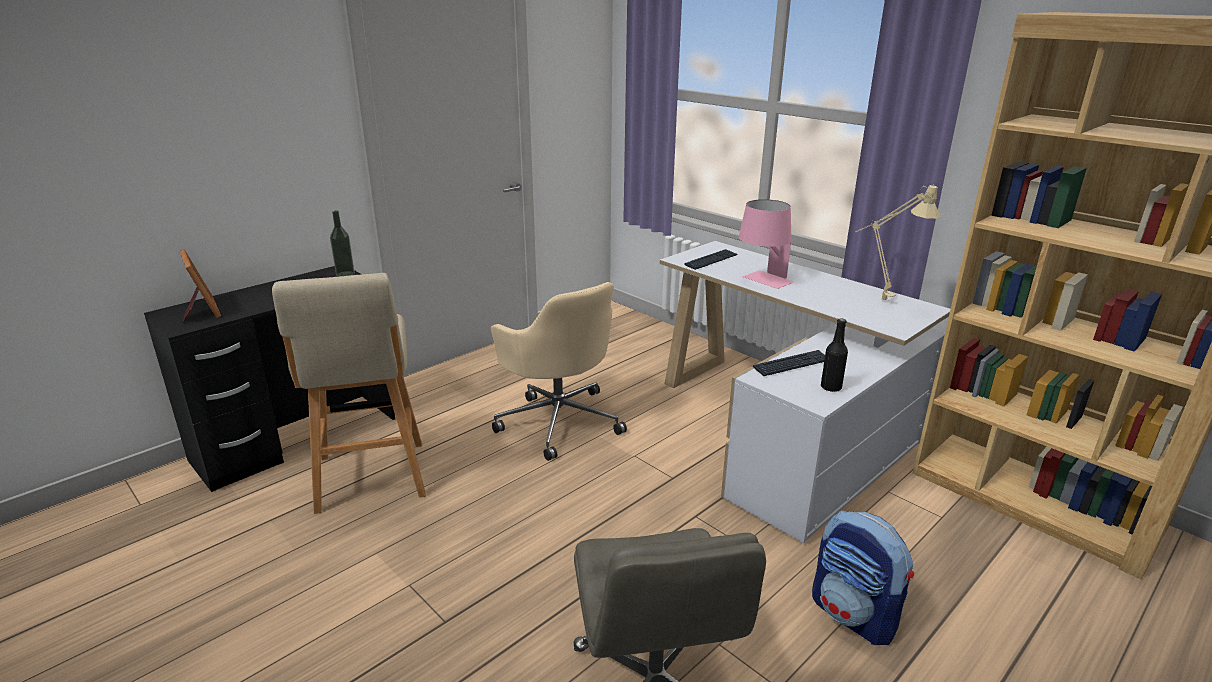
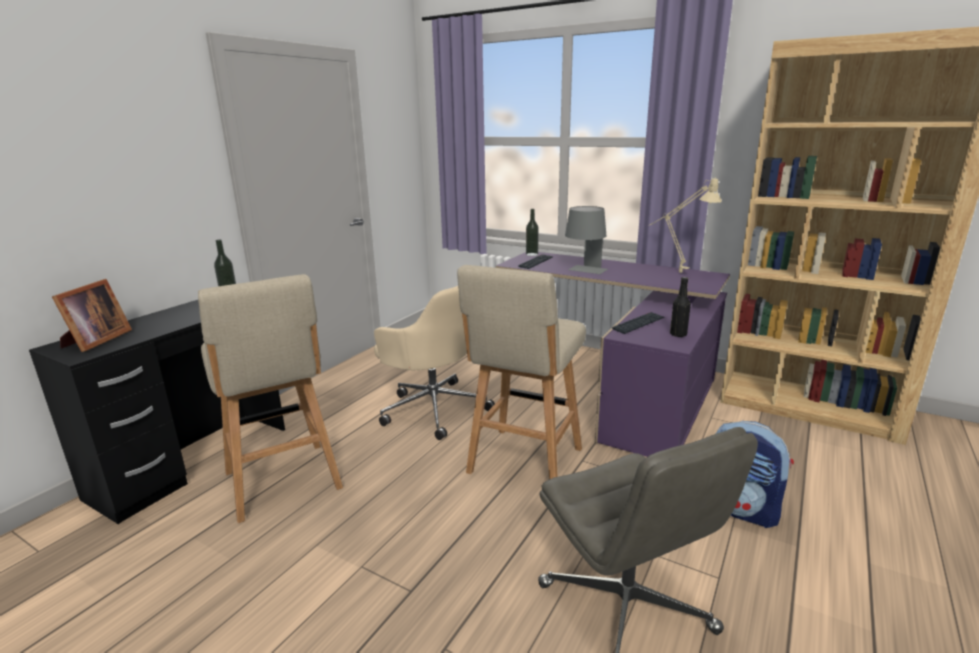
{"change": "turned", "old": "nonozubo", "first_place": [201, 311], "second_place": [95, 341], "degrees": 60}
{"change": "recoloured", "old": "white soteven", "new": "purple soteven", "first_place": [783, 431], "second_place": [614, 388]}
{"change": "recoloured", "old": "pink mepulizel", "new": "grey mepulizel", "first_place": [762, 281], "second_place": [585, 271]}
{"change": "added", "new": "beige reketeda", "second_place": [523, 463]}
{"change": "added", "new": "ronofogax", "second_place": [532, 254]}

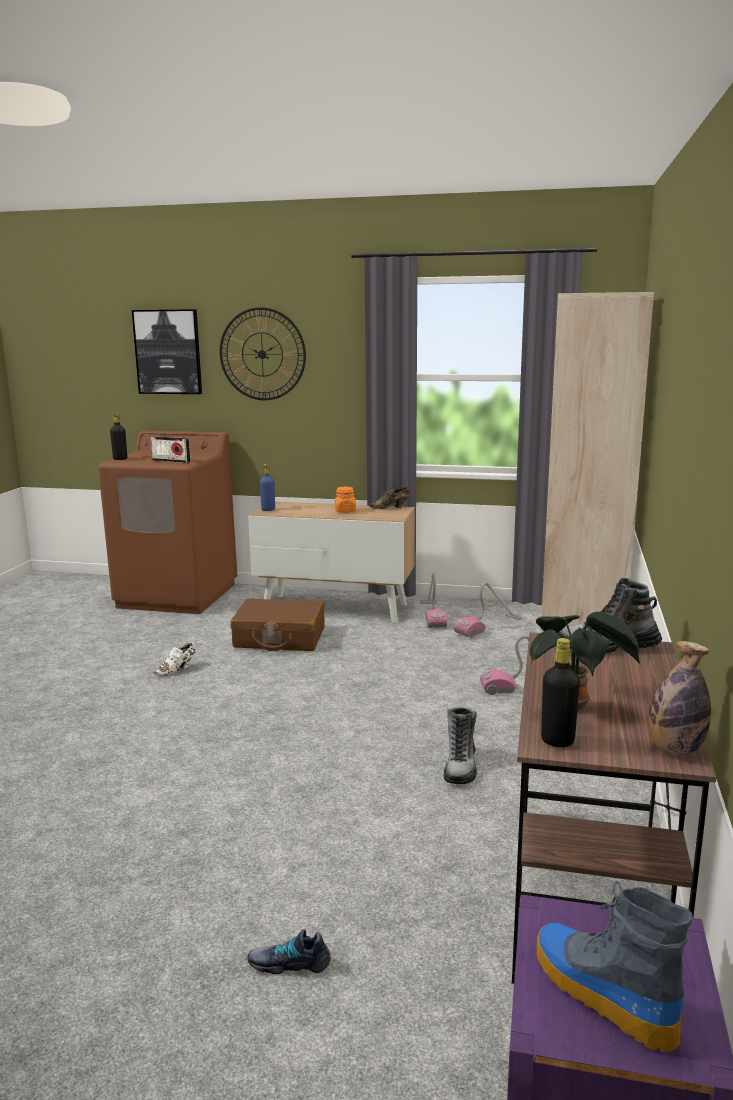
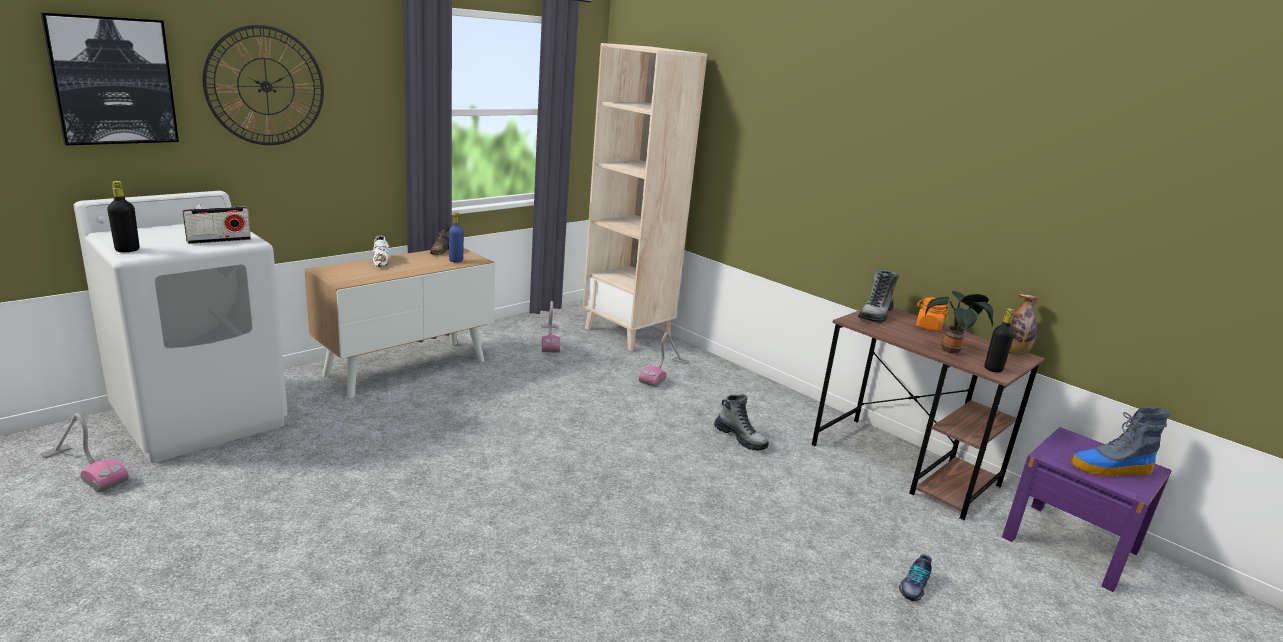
{"change": "recoloured", "old": "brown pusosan", "new": "white pusosan", "first_place": [178, 595], "second_place": [201, 417]}
{"change": "moved", "old": "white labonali", "first_place": [177, 670], "second_place": [381, 262]}
{"change": "removed", "old": "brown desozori", "first_place": [279, 638]}
{"change": "moved", "old": "blue ronofogax", "first_place": [268, 509], "second_place": [456, 260]}
{"change": "moved", "old": "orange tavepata", "first_place": [345, 511], "second_place": [928, 327]}
{"change": "moved", "old": "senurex", "first_place": [432, 614], "second_place": [84, 469]}

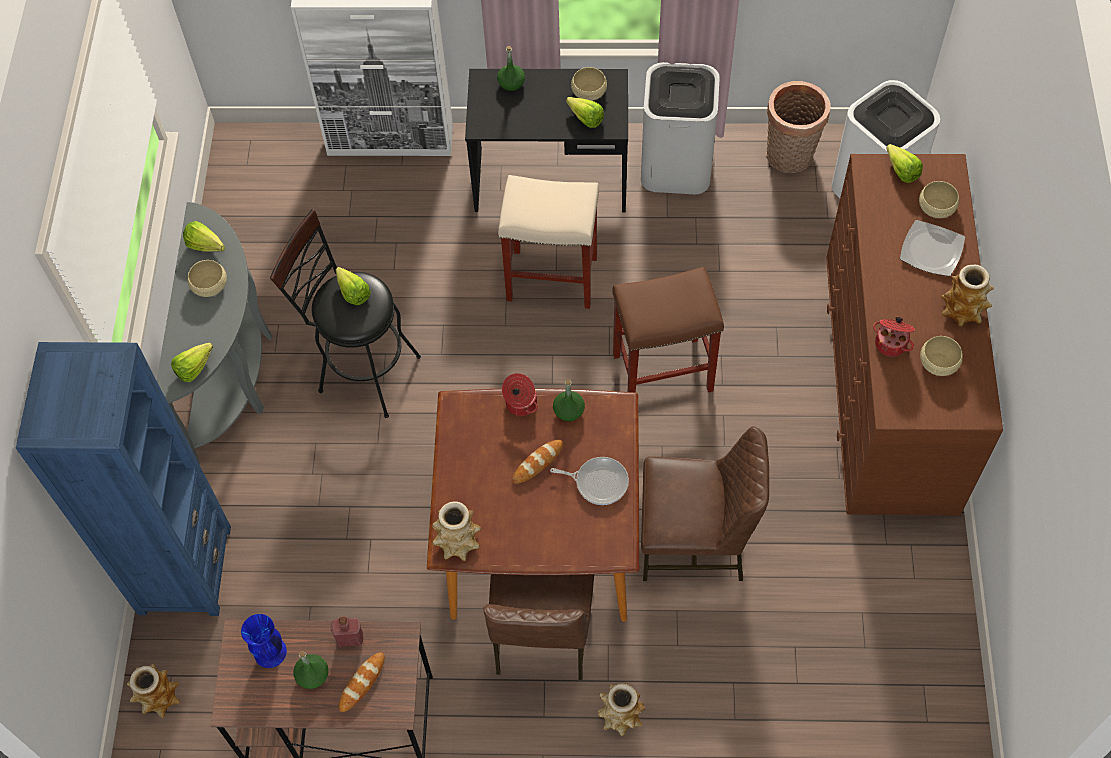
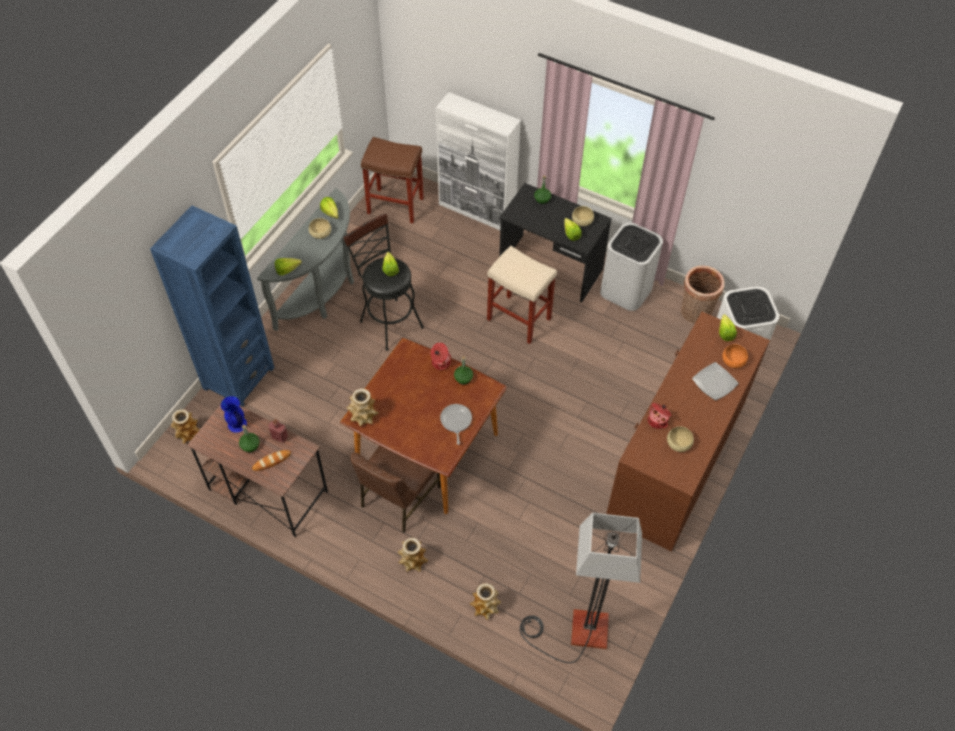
{"change": "removed", "old": "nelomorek", "first_place": [537, 463]}
{"change": "turned", "old": "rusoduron", "first_place": [598, 482], "second_place": [456, 421], "degrees": -135}
{"change": "moved", "old": "brown reketeda", "first_place": [663, 371], "second_place": [396, 205]}
{"change": "removed", "old": "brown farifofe", "first_place": [695, 541]}
{"change": "recoloured", "old": "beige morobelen", "new": "orange morobelen", "first_place": [936, 206], "second_place": [733, 360]}
{"change": "moved", "old": "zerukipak", "first_place": [962, 310], "second_place": [485, 607]}
{"change": "added", "new": "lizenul", "second_place": [576, 632]}

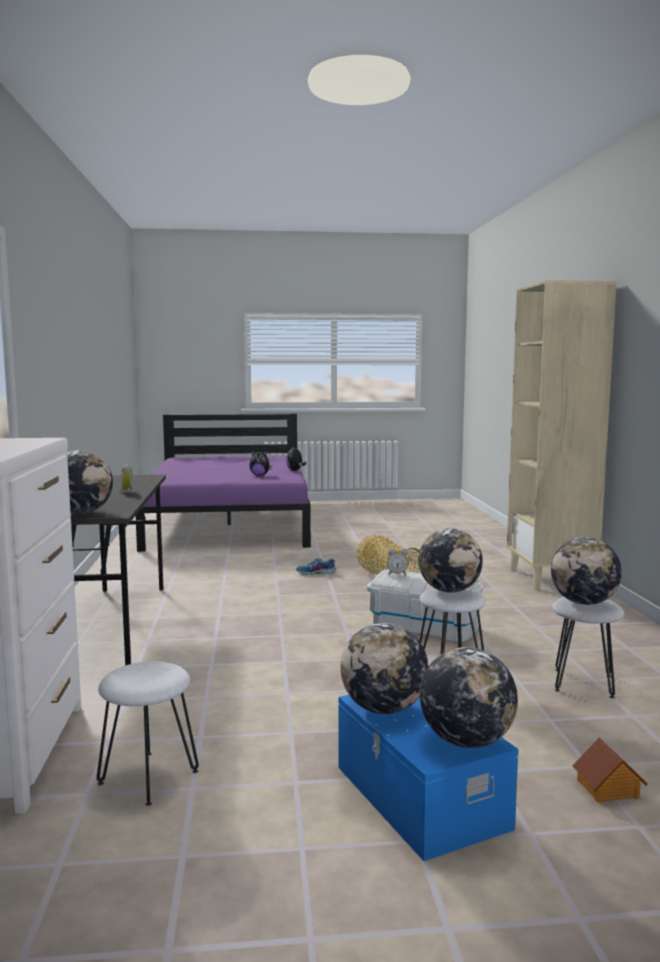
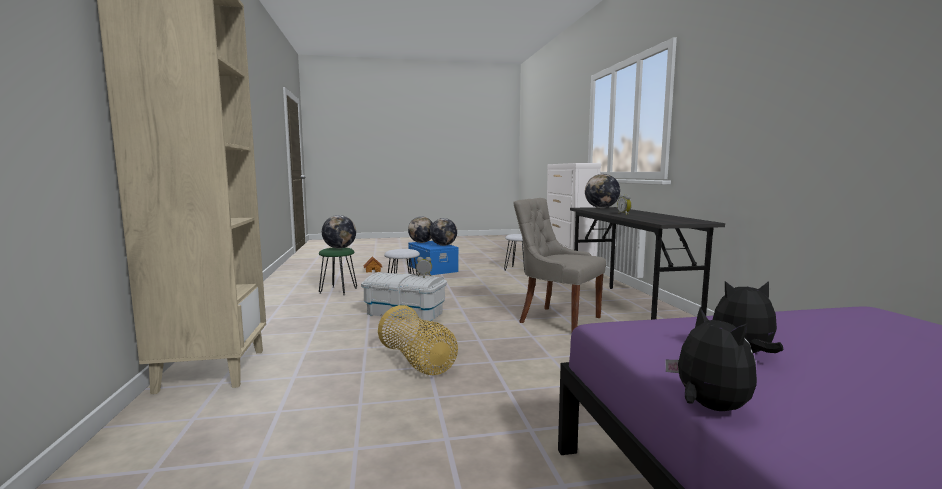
{"change": "removed", "old": "labonali", "first_place": [316, 573]}
{"change": "removed", "old": "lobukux", "first_place": [449, 591]}
{"change": "recoloured", "old": "white reketeda", "new": "green reketeda", "first_place": [583, 682], "second_place": [338, 291]}
{"change": "added", "new": "grey farifofe", "second_place": [557, 320]}

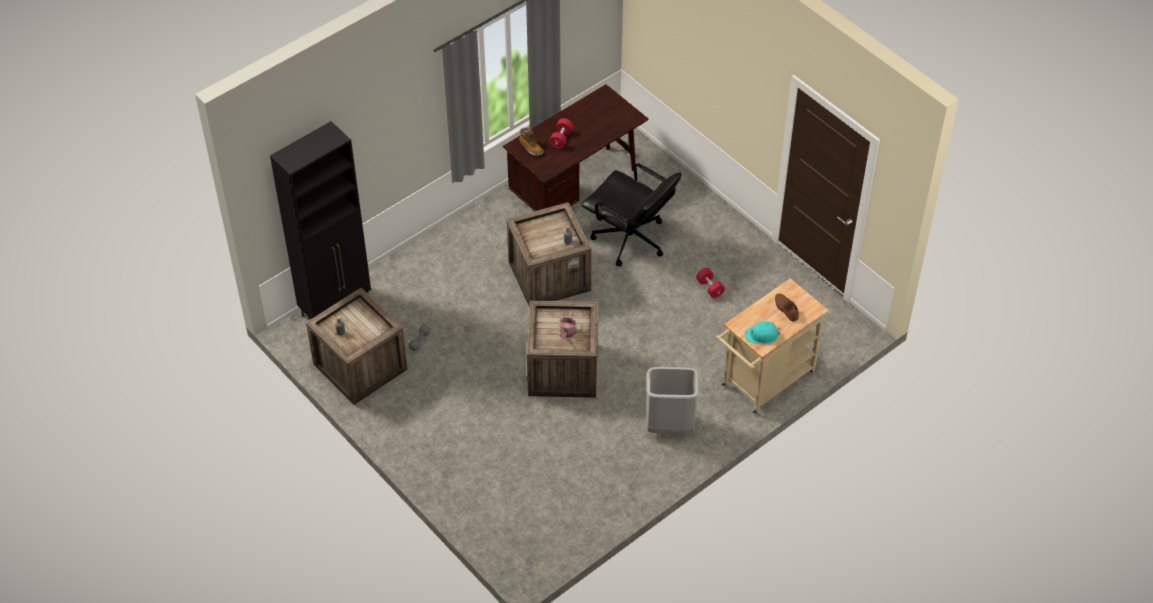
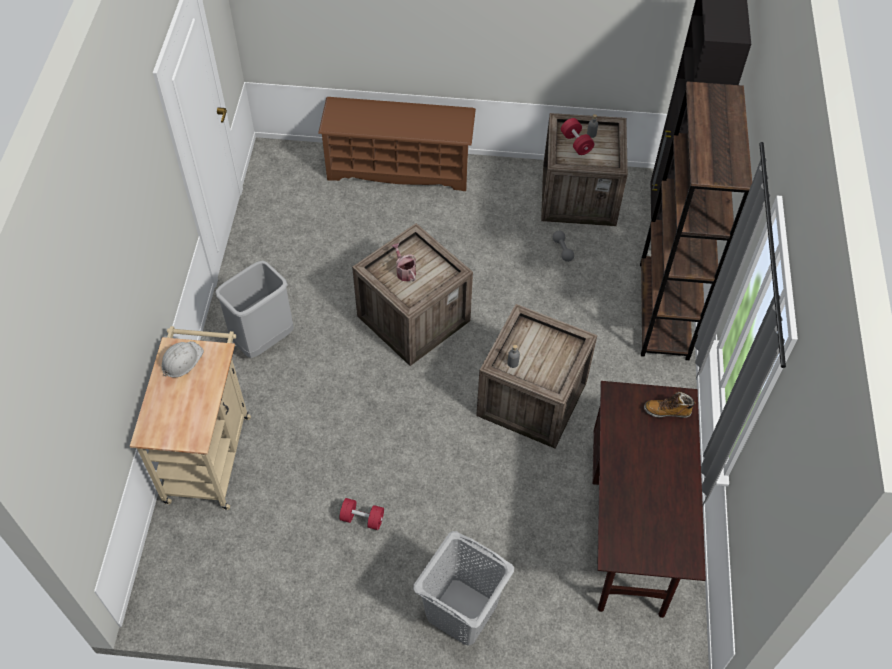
{"change": "moved", "old": "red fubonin", "first_place": [561, 139], "second_place": [576, 143]}
{"change": "removed", "old": "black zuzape", "first_place": [630, 240]}
{"change": "recoloured", "old": "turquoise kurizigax", "new": "white kurizigax", "first_place": [762, 335], "second_place": [181, 360]}
{"change": "removed", "old": "brown labonali", "first_place": [785, 308]}
{"change": "added", "new": "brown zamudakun", "second_place": [399, 168]}
{"change": "added", "new": "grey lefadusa", "second_place": [461, 611]}
{"change": "added", "new": "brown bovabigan", "second_place": [663, 311]}

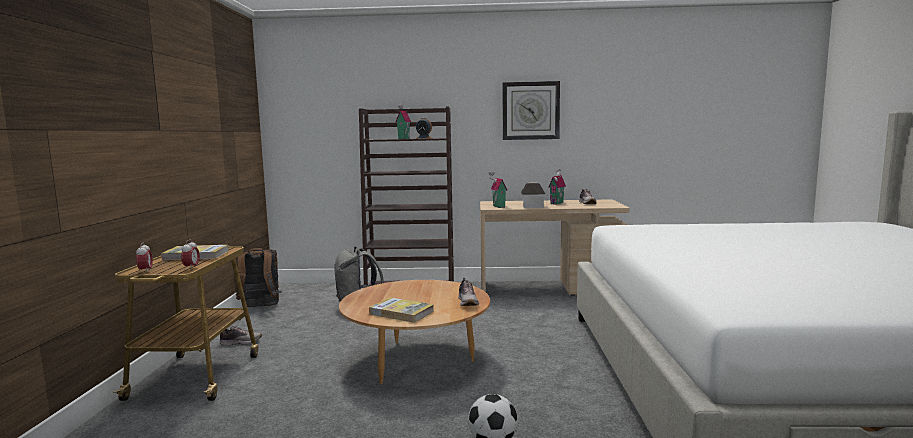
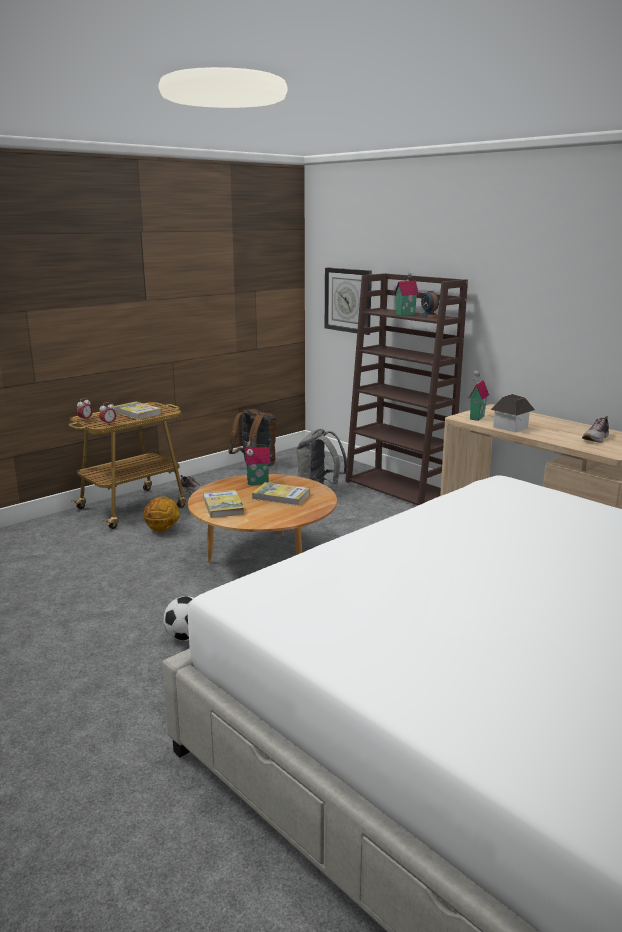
{"change": "removed", "old": "labonali", "first_place": [468, 302]}
{"change": "moved", "old": "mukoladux", "first_place": [530, 111], "second_place": [348, 300]}
{"change": "moved", "old": "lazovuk", "first_place": [557, 203], "second_place": [258, 483]}
{"change": "added", "new": "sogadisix", "second_place": [162, 530]}
{"change": "added", "new": "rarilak", "second_place": [281, 496]}

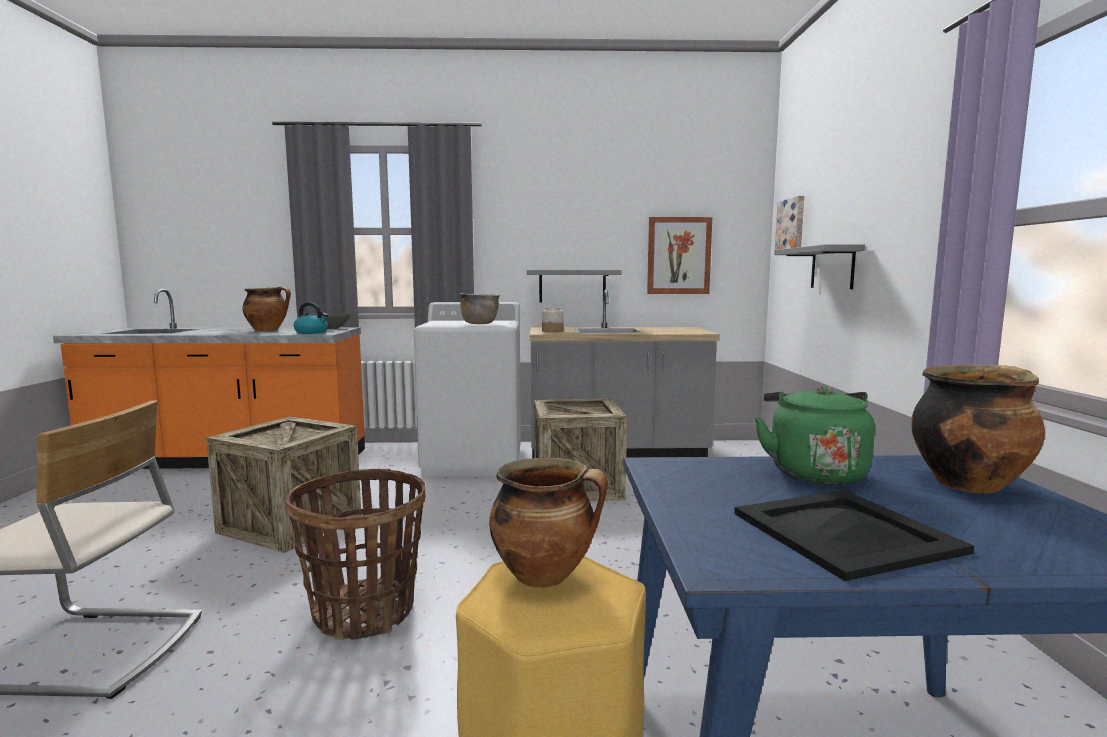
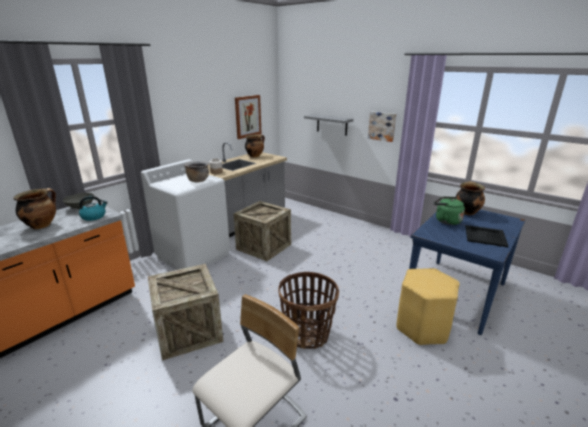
{"change": "moved", "old": "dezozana", "first_place": [546, 575], "second_place": [255, 156]}
{"change": "removed", "old": "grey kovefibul", "first_place": [572, 286]}
{"change": "moved", "old": "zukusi", "first_place": [792, 225], "second_place": [382, 126]}

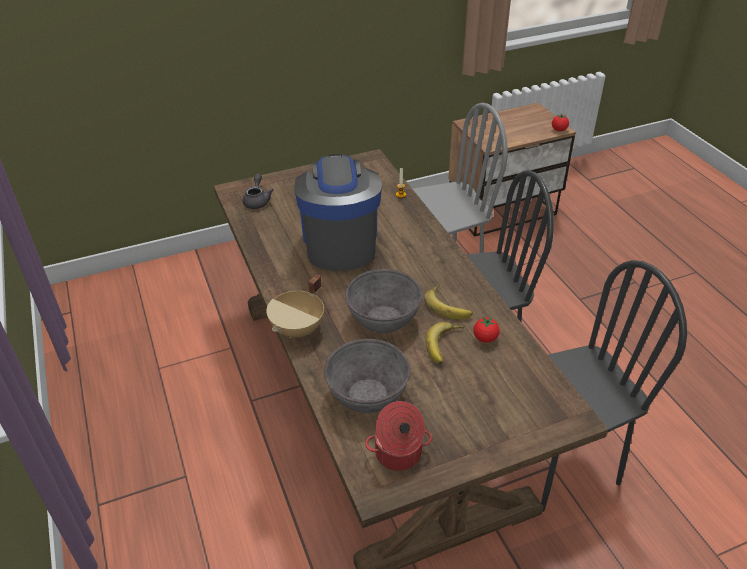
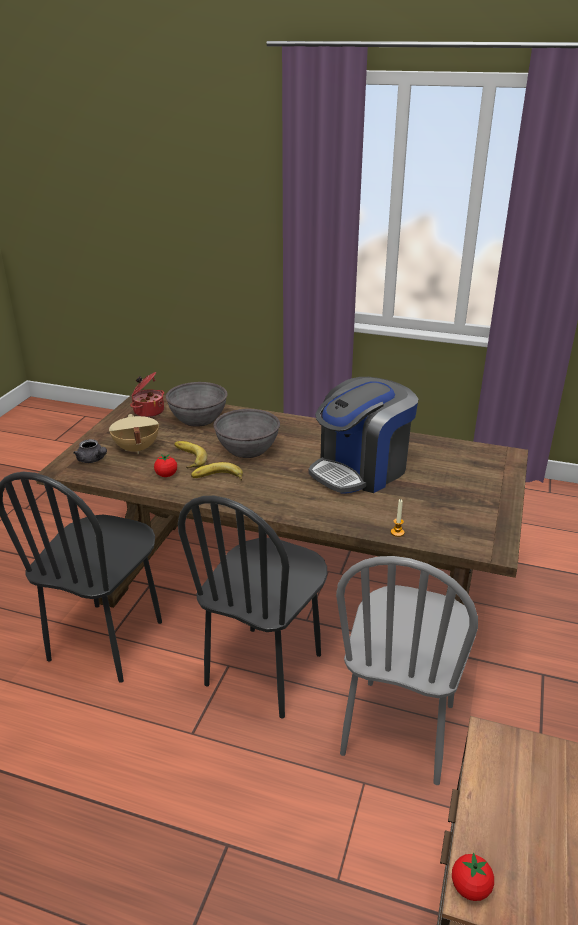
{"change": "moved", "old": "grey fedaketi", "first_place": [257, 201], "second_place": [93, 460]}
{"change": "moved", "old": "beige dezozana", "first_place": [298, 330], "second_place": [135, 449]}
{"change": "turned", "old": "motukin", "first_place": [340, 242], "second_place": [361, 470], "degrees": 105}

